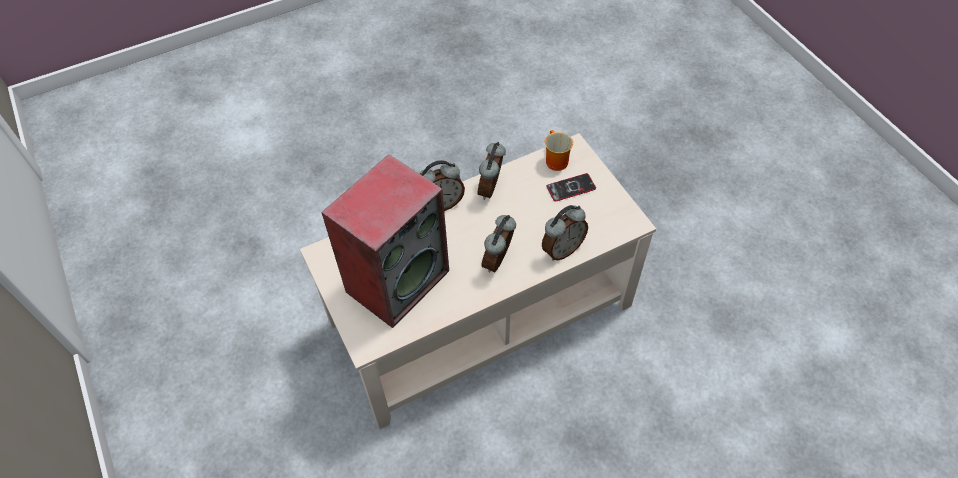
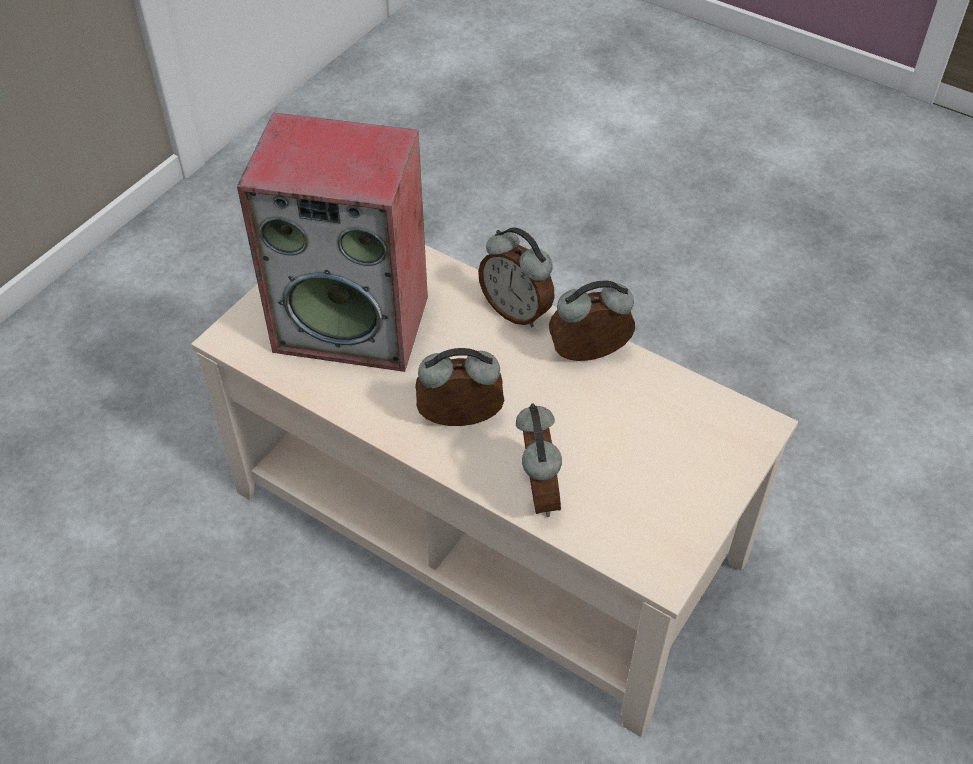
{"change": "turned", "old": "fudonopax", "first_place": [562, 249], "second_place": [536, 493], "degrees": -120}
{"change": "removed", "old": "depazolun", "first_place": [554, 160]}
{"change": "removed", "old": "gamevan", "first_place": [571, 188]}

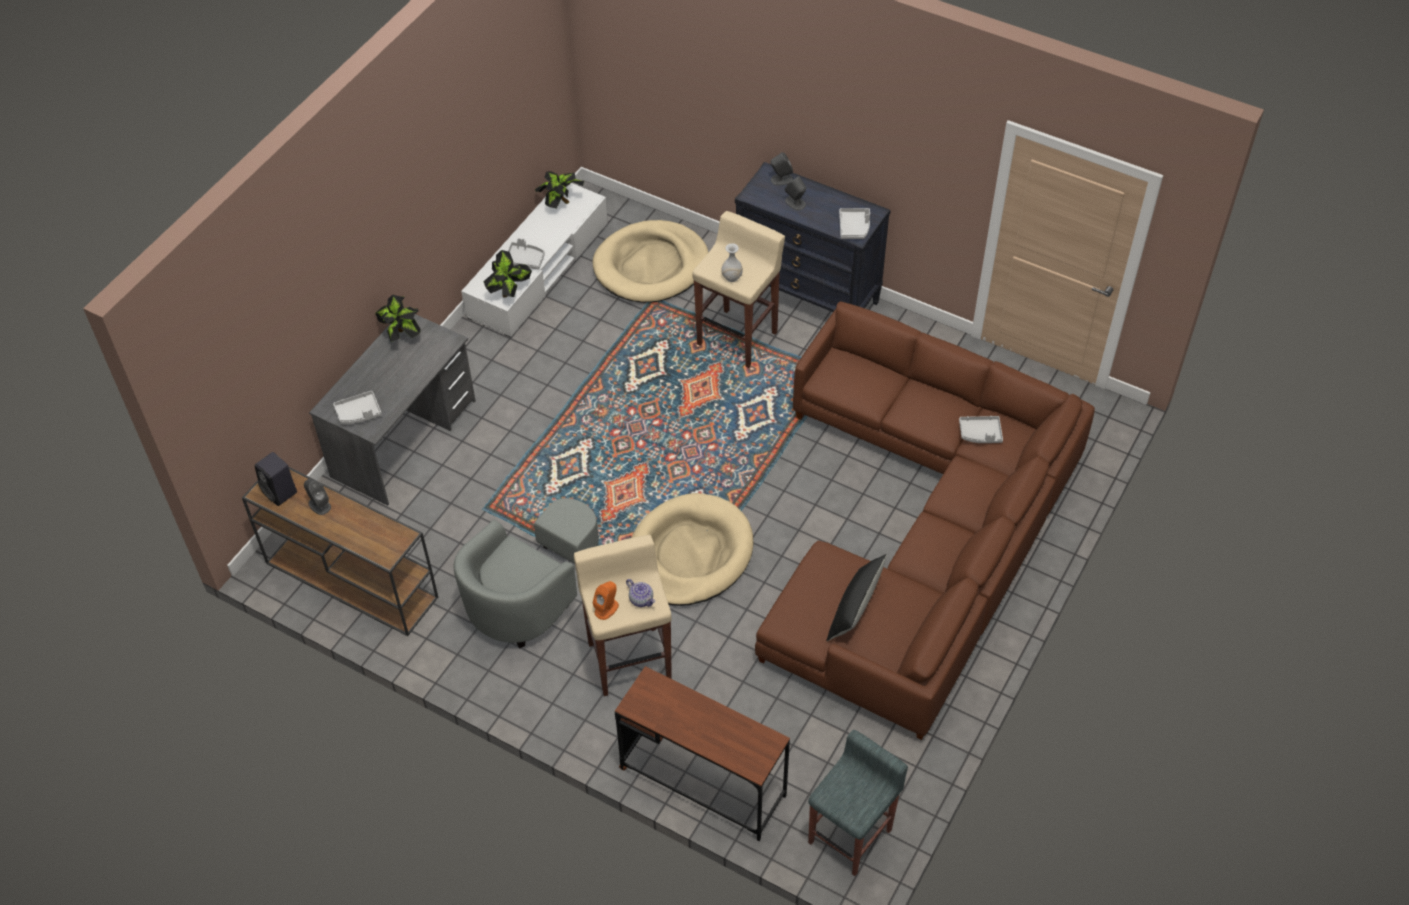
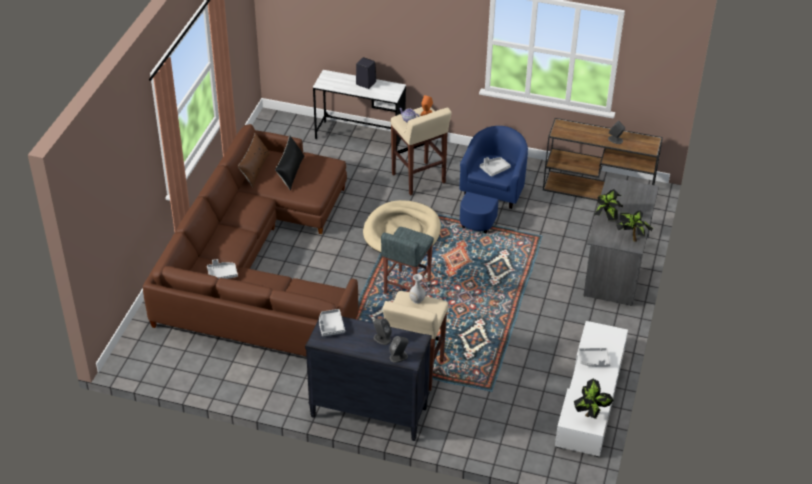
{"change": "moved", "old": "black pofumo", "first_place": [280, 492], "second_place": [365, 83]}
{"change": "moved", "old": "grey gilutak", "first_place": [359, 413], "second_place": [494, 169]}
{"change": "recoloured", "old": "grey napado", "new": "blue napado", "first_place": [529, 595], "second_place": [490, 199]}
{"change": "moved", "old": "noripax", "first_place": [509, 292], "second_place": [606, 217]}
{"change": "removed", "old": "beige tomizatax", "first_place": [651, 266]}
{"change": "recoloured", "old": "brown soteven", "new": "white soteven", "first_place": [702, 782], "second_place": [360, 137]}
{"change": "moved", "old": "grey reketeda", "first_place": [851, 835], "second_place": [406, 287]}
{"change": "added", "new": "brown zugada", "second_place": [255, 169]}

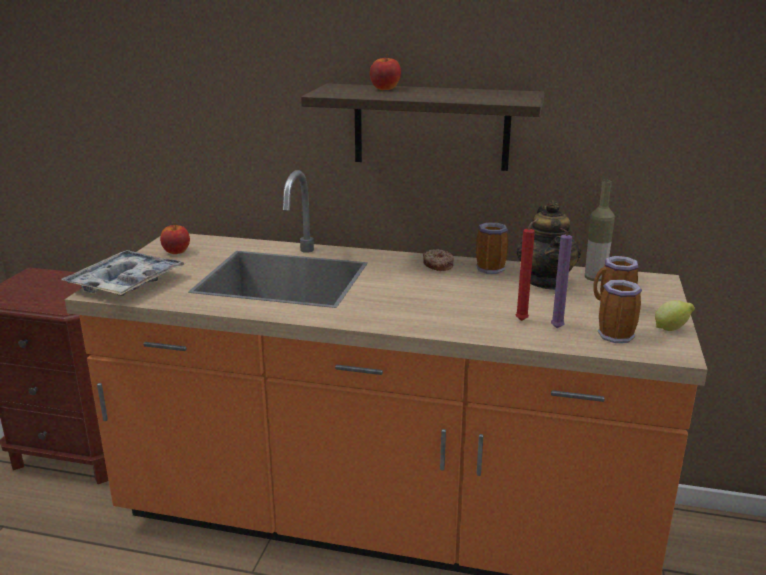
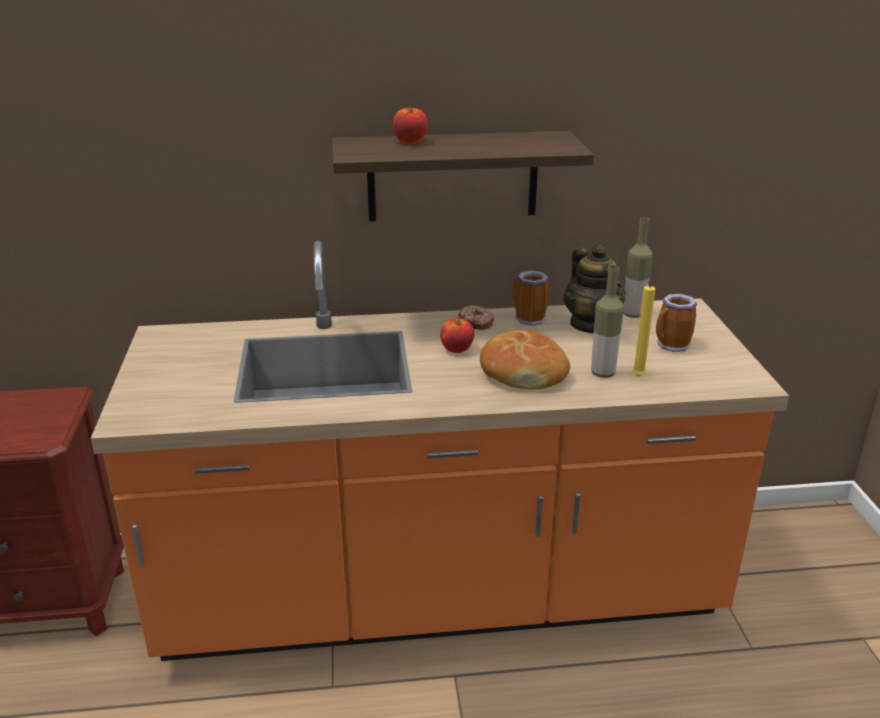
{"change": "removed", "old": "gilutak", "first_place": [126, 283]}
{"change": "moved", "old": "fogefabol", "first_place": [176, 252], "second_place": [456, 349]}
{"change": "replaced", "old": "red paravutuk", "new": "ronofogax", "first_place": [523, 320], "second_place": [602, 373]}
{"change": "recoloured", "old": "purple paravutuk", "new": "yellow paravutuk", "first_place": [555, 329], "second_place": [637, 377]}
{"change": "removed", "old": "depazolun", "first_place": [614, 334]}
{"change": "removed", "old": "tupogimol", "first_place": [671, 329]}
{"change": "added", "new": "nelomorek", "second_place": [522, 372]}

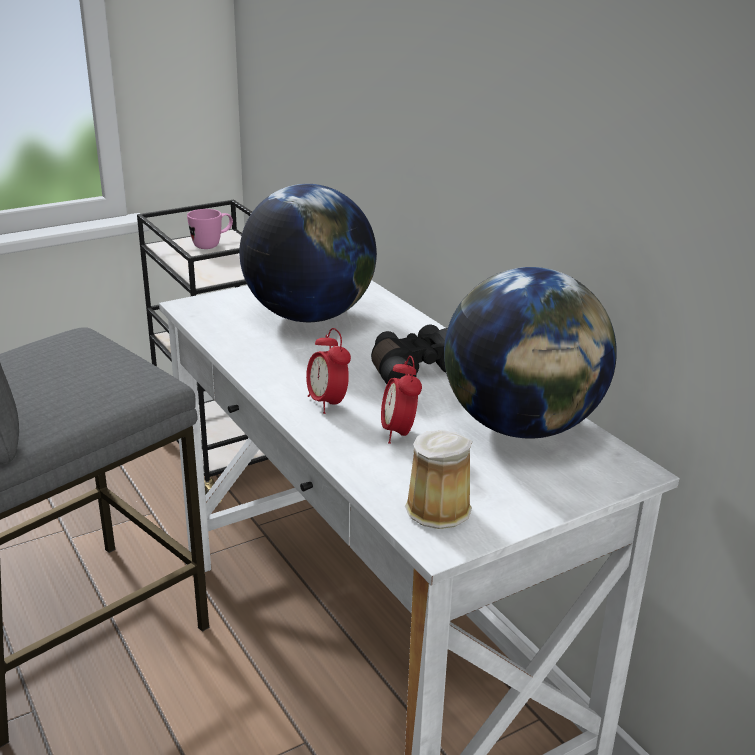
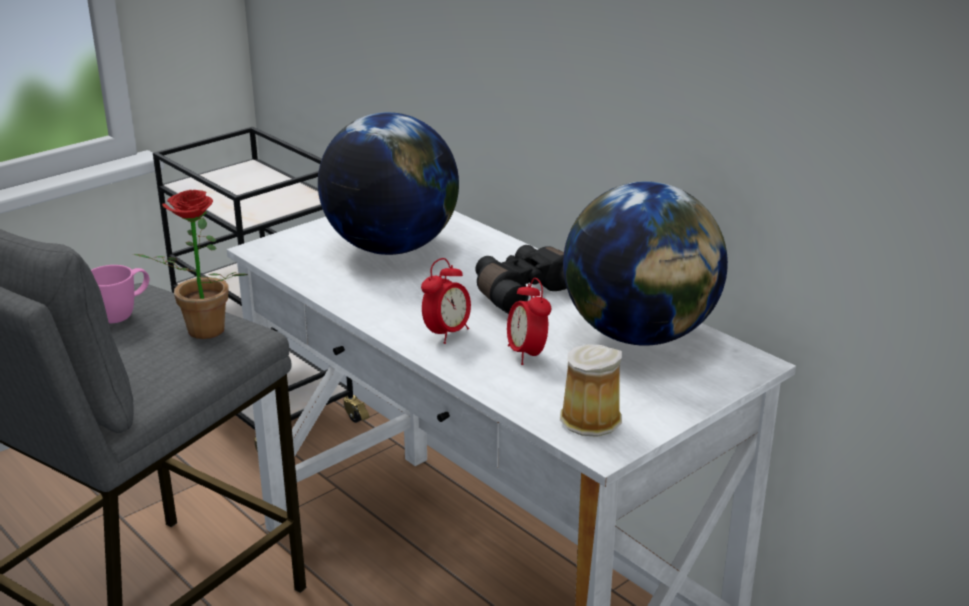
{"change": "moved", "old": "pink depazolun", "first_place": [212, 245], "second_place": [123, 314]}
{"change": "turned", "old": "fudonopax", "first_place": [327, 403], "second_place": [447, 333], "degrees": -105}
{"change": "added", "new": "noripax", "second_place": [199, 333]}

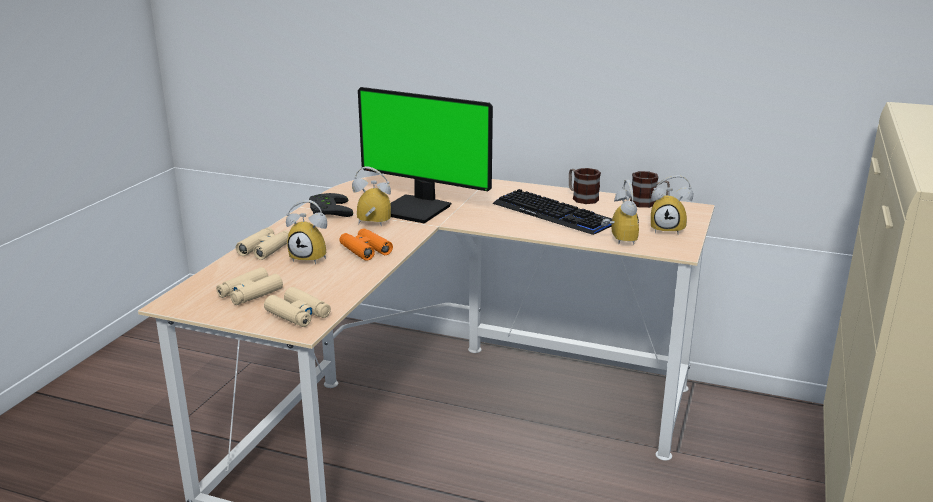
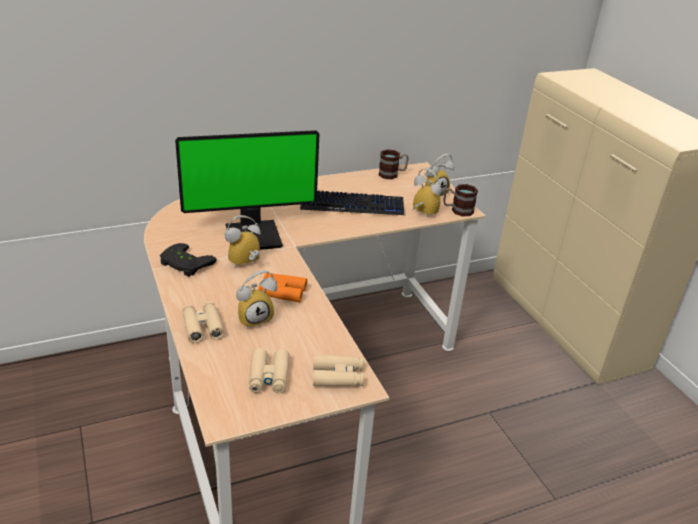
{"change": "moved", "old": "depazolun", "first_place": [581, 198], "second_place": [457, 210]}

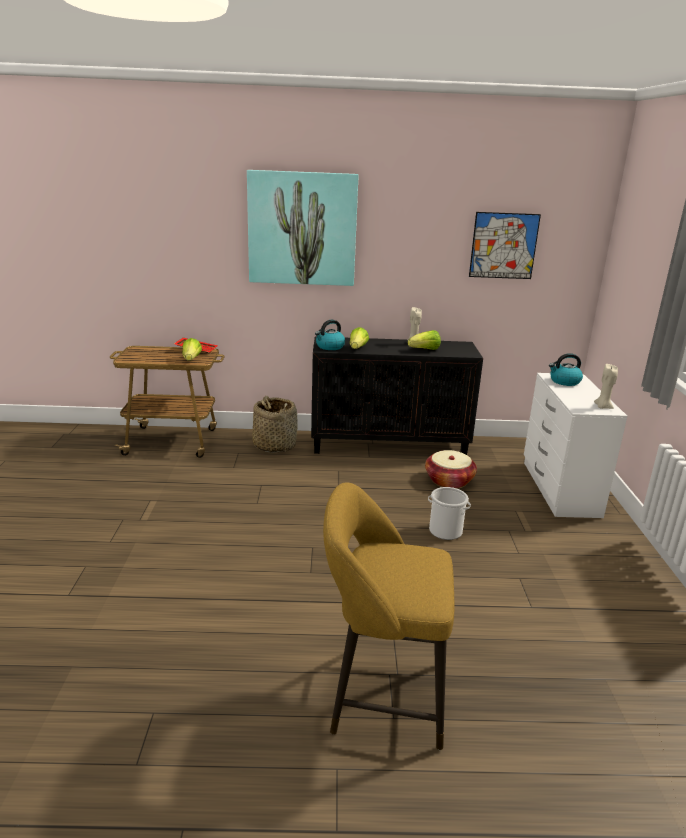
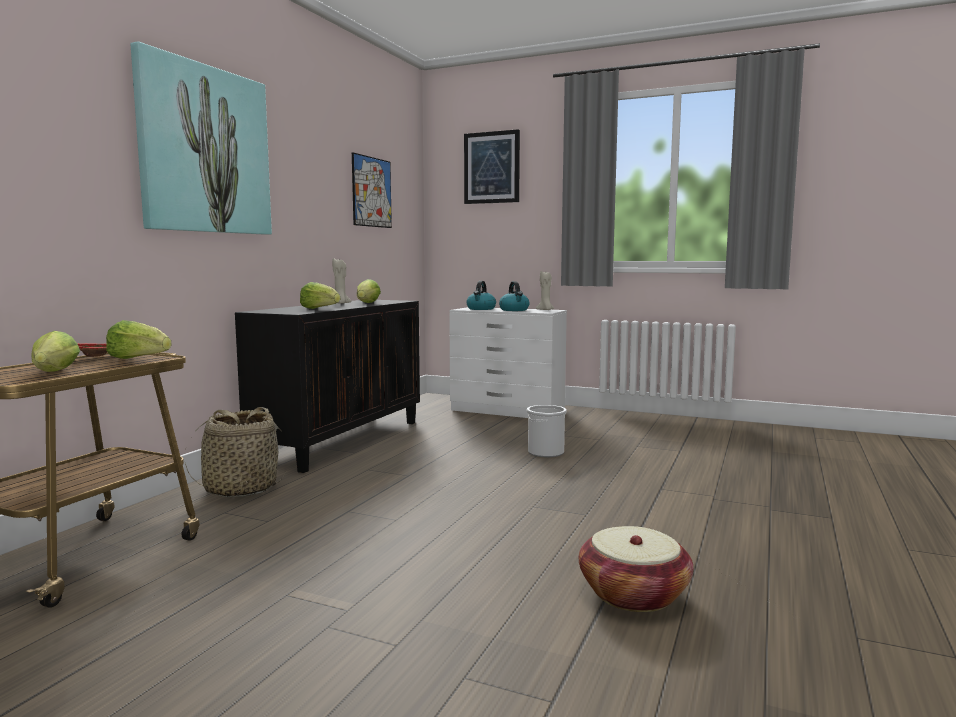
{"change": "moved", "old": "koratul", "first_place": [329, 347], "second_place": [514, 310]}
{"change": "removed", "old": "yellow reketeda", "first_place": [380, 696]}
{"change": "moved", "old": "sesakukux", "first_place": [449, 481], "second_place": [633, 594]}
{"change": "added", "new": "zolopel", "second_place": [54, 372]}
{"change": "added", "new": "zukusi", "second_place": [492, 167]}

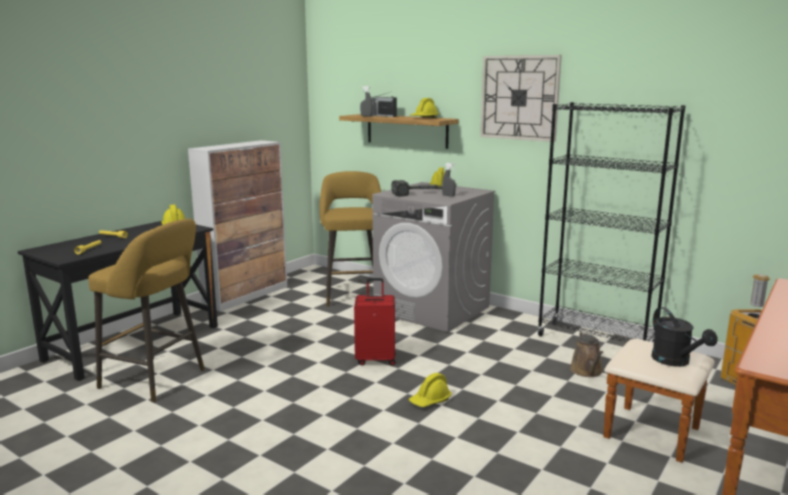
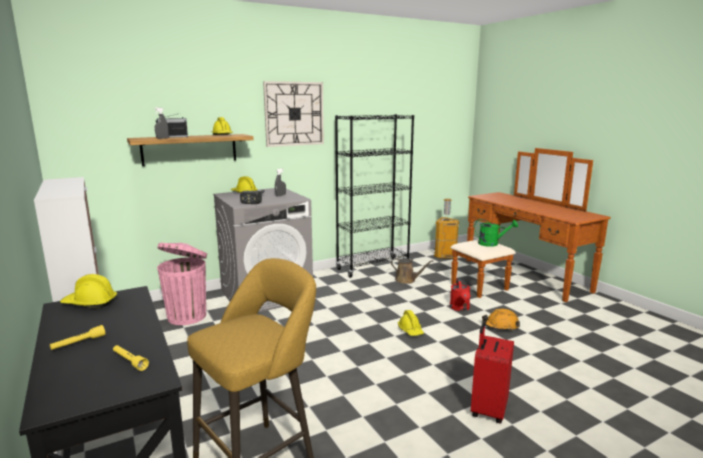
{"change": "replaced", "old": "yellow reketeda", "new": "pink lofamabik", "first_place": [353, 295], "second_place": [188, 316]}
{"change": "moved", "old": "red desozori", "first_place": [376, 359], "second_place": [487, 409]}
{"change": "recoloured", "old": "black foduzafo", "new": "green foduzafo", "first_place": [675, 362], "second_place": [492, 244]}
{"change": "added", "new": "red foduzafo", "second_place": [460, 308]}
{"change": "added", "new": "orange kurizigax", "second_place": [500, 326]}

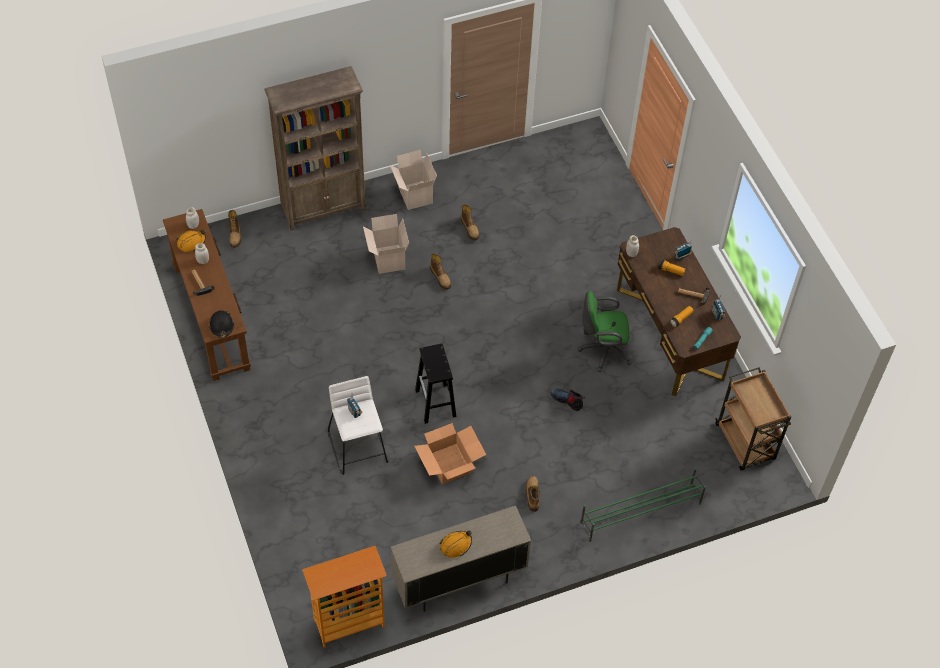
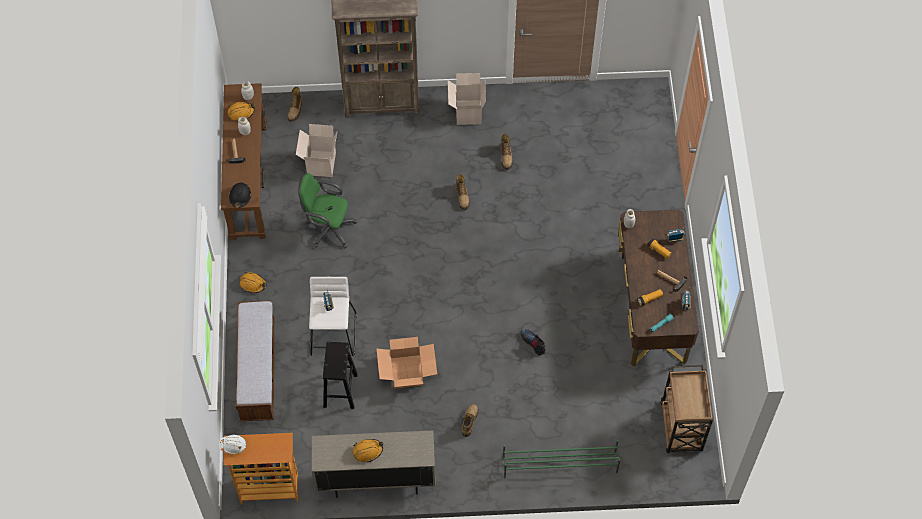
{"change": "moved", "old": "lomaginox", "first_place": [387, 259], "second_place": [320, 163]}
{"change": "moved", "old": "black reketeda", "first_place": [436, 404], "second_place": [340, 391]}
{"change": "moved", "old": "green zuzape", "first_place": [603, 350], "second_place": [328, 228]}
{"change": "added", "new": "white kurizigax", "second_place": [233, 445]}
{"change": "added", "new": "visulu", "second_place": [258, 370]}
{"change": "added", "new": "orange kurizigax", "second_place": [253, 284]}

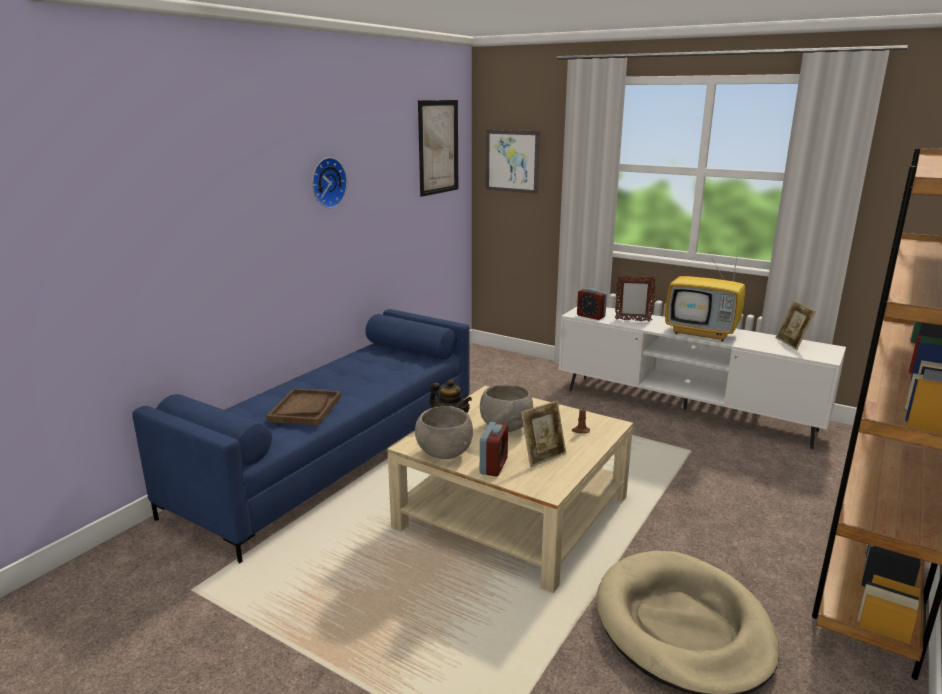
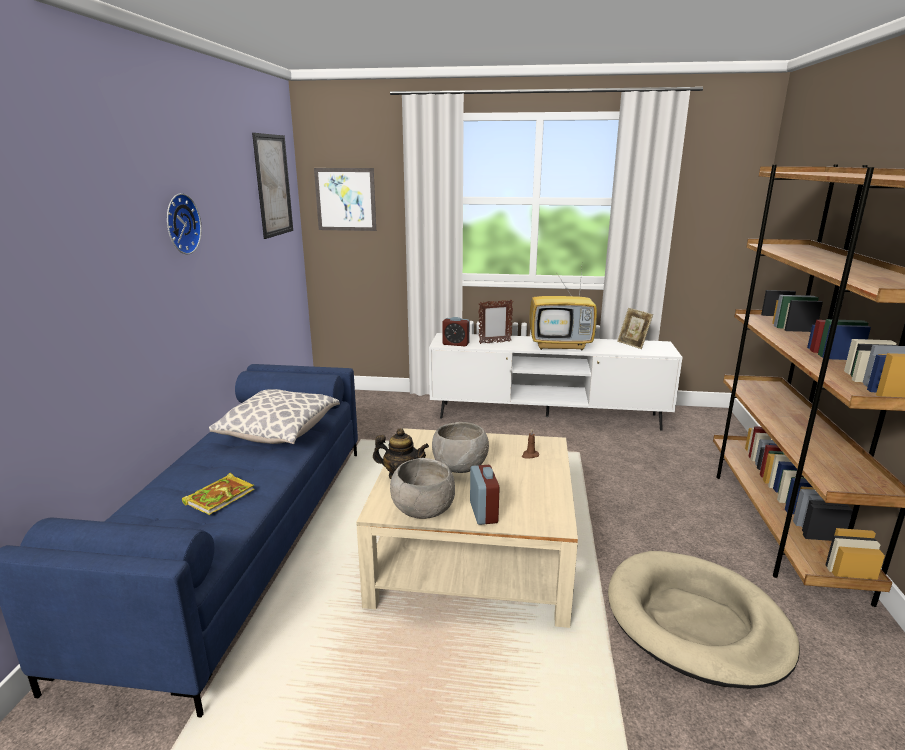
{"change": "replaced", "old": "brown gilutak", "new": "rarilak", "first_place": [305, 409], "second_place": [220, 496]}
{"change": "removed", "old": "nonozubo", "first_place": [543, 456]}
{"change": "added", "new": "zugada", "second_place": [279, 433]}

